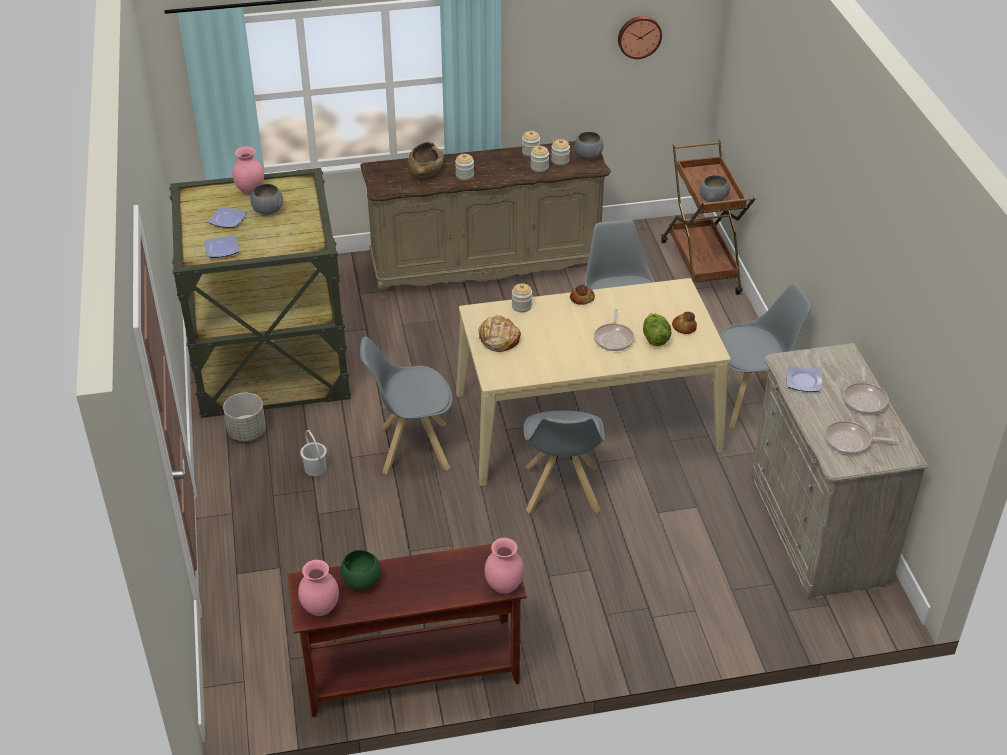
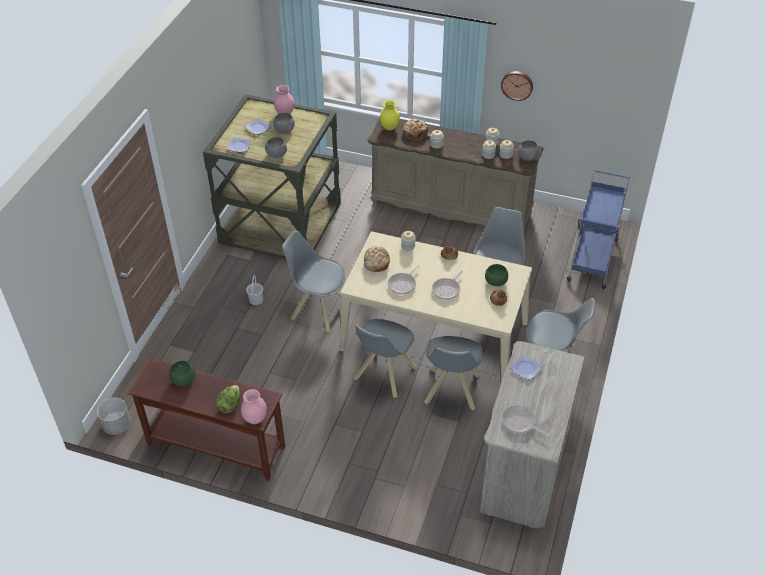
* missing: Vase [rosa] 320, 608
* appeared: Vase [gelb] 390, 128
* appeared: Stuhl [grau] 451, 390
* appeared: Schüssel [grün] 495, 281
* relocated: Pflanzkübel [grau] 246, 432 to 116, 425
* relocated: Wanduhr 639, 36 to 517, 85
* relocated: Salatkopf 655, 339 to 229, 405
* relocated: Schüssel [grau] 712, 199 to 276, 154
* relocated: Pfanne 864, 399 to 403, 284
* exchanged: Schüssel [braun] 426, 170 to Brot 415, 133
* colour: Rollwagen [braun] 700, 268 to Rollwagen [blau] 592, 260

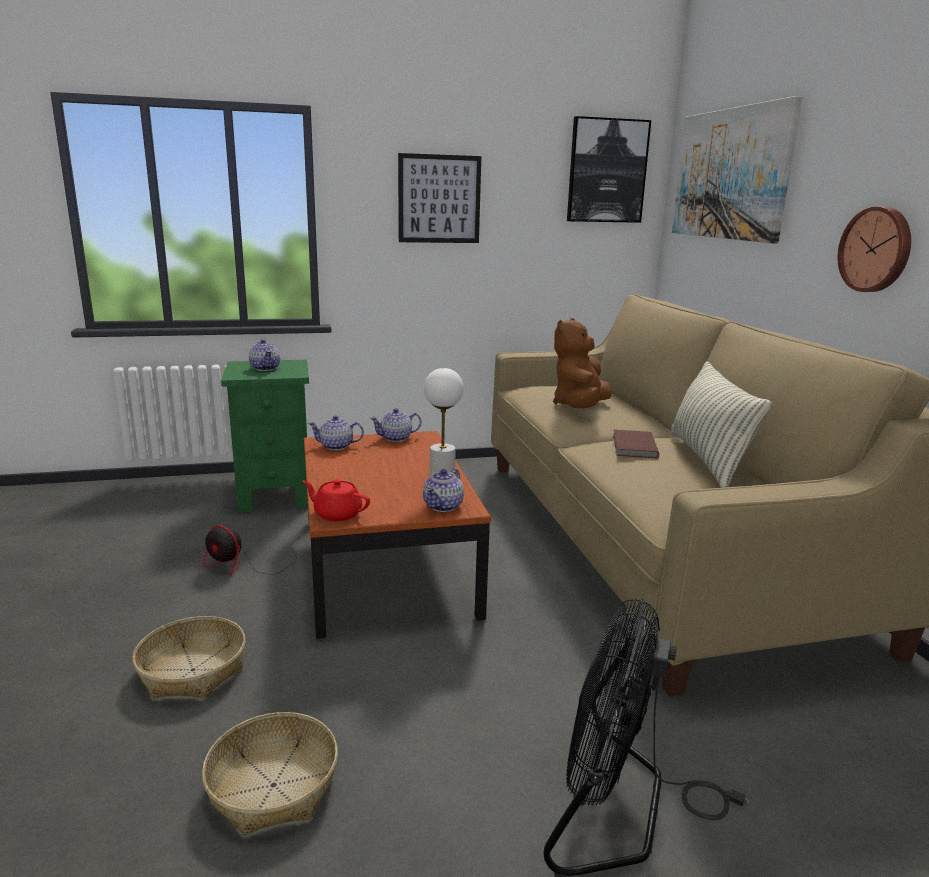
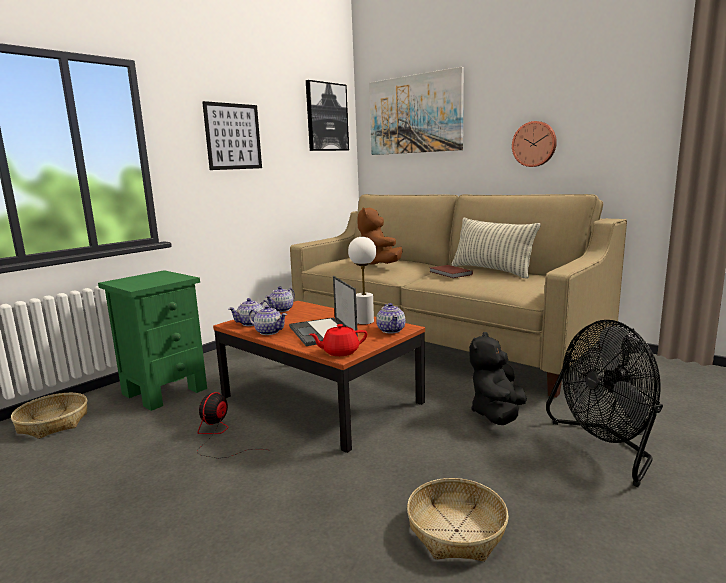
* appeared: Laptop 323, 332
* appeared: Plüschtier [schwarz] 497, 414
* relocated: Korb 193, 670 to 53, 423
* relocated: Teekanne 265, 368 to 269, 332
* spun: Ventilator 246, 564 = 219, 436 120 degrees clockwise

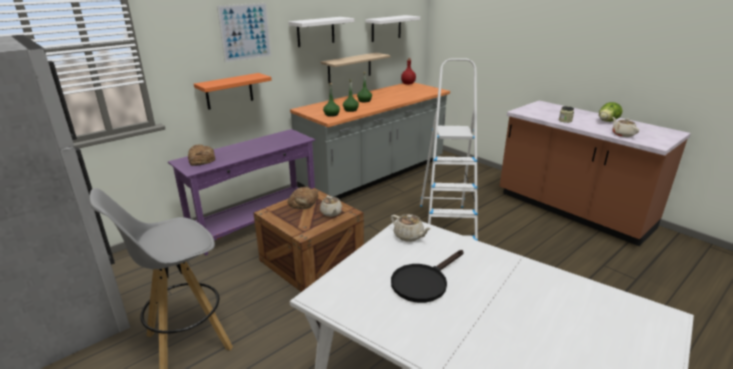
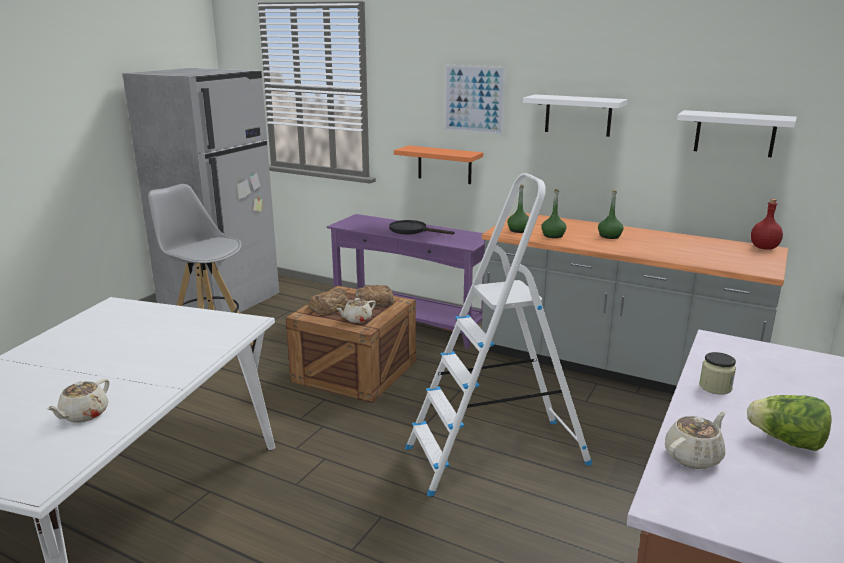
* missing: Wandregal 349, 68
* relocated: Brot 201, 159 to 330, 306
* relocated: Teekanne [beige] 409, 236 to 83, 415
* relocated: Pfanne [schwarz] 423, 282 to 413, 230

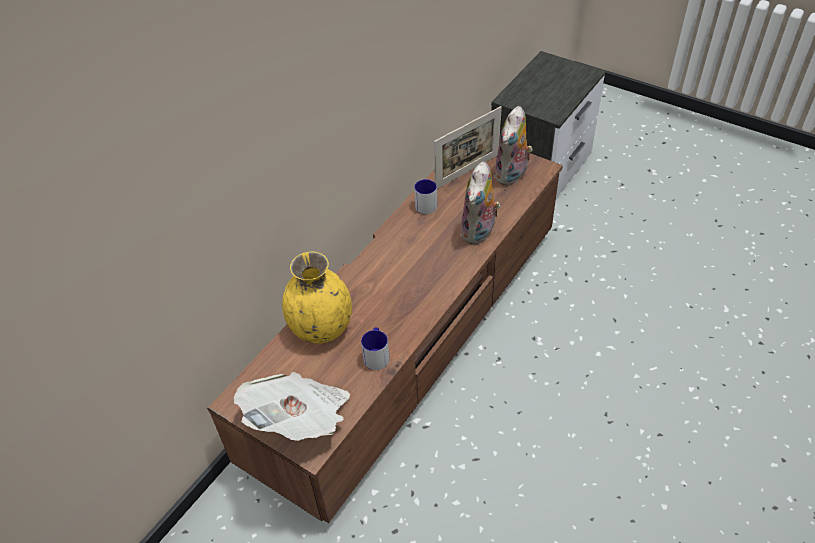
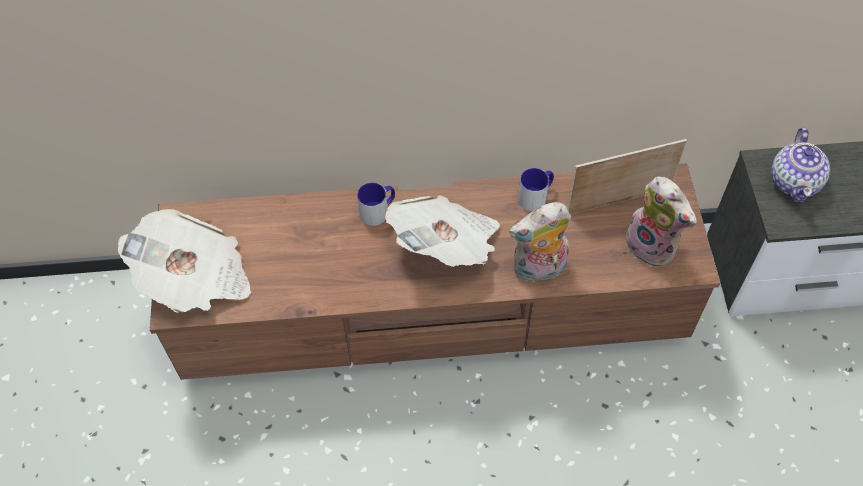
* missing: Vase [gelb] 321, 328
* appeared: Zeitung 447, 245
* appeared: Teekanne 794, 182
* relocated: Henkelbecher 376, 355 to 378, 211
* spun: Bilderrahmen 467, 171 = 618, 201 150 degrees clockwise
* spun: Plüschtier 512, 175 = 653, 245 120 degrees counterclockwise

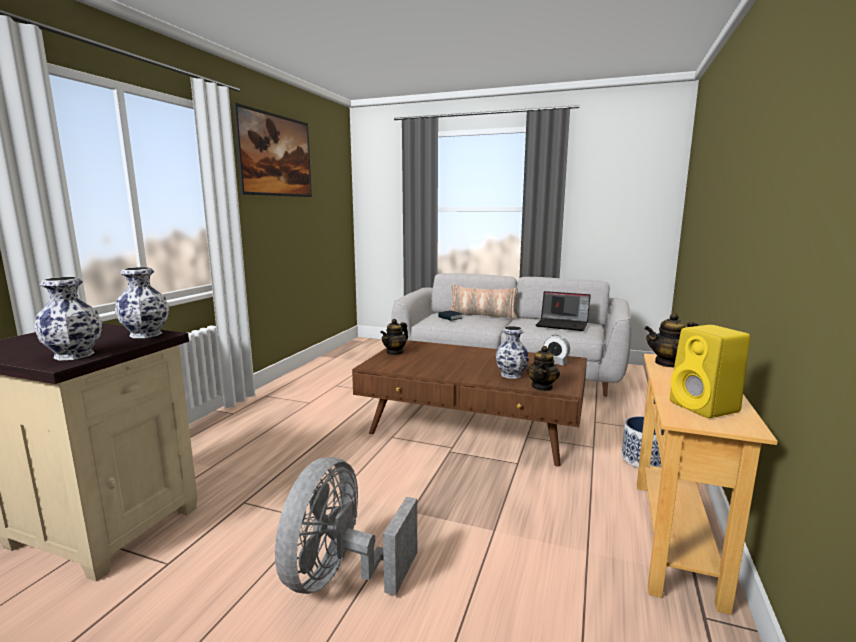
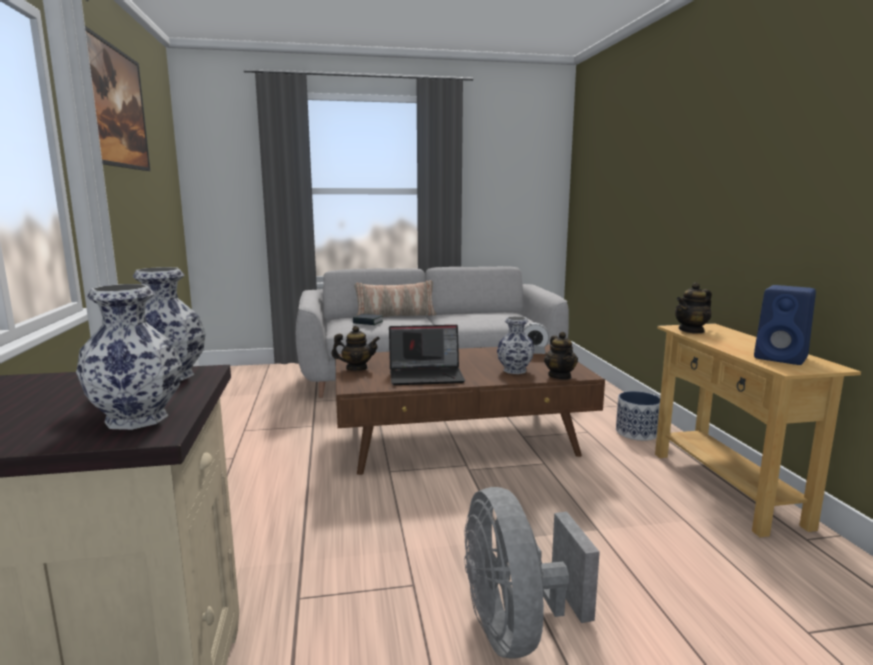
* relocated: Laptop 563, 325 to 427, 375
* colour: Lautsprecher [gelb] 706, 408 to Lautsprecher [blau] 782, 358
* spun: Teekanne 395, 352 = 356, 368 105 degrees counterclockwise

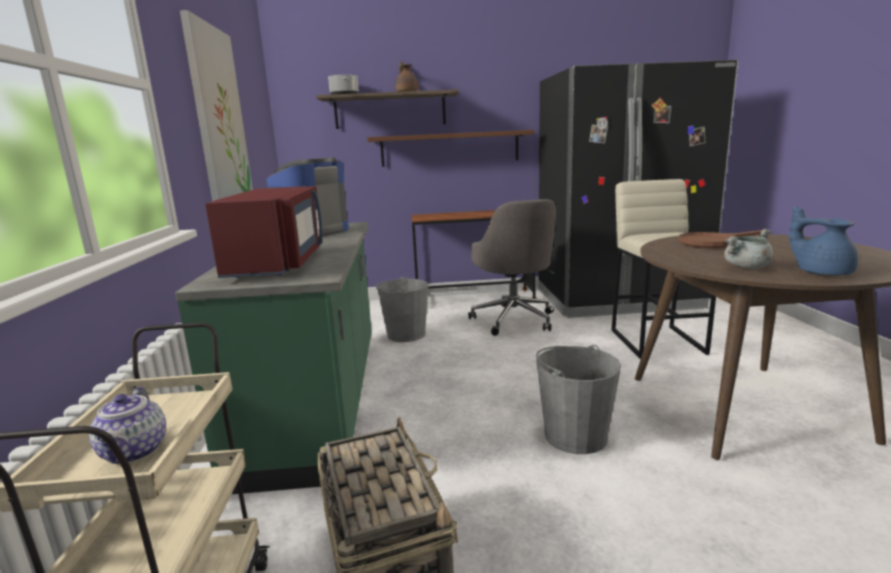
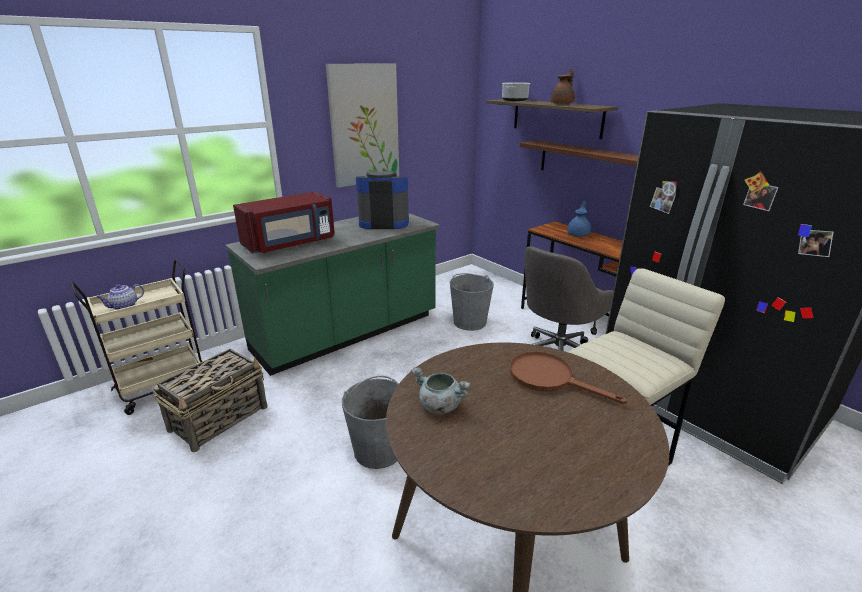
* relocated: Teekanne [blau] 821, 272 to 578, 234

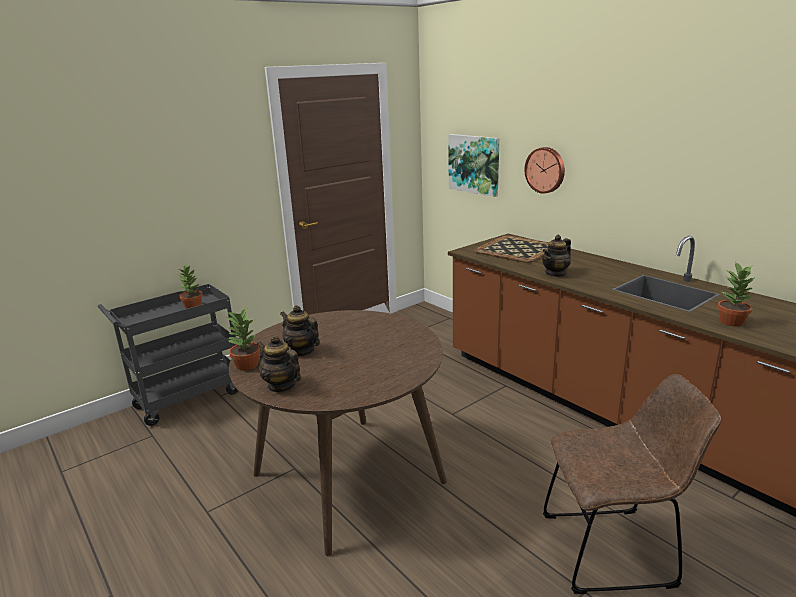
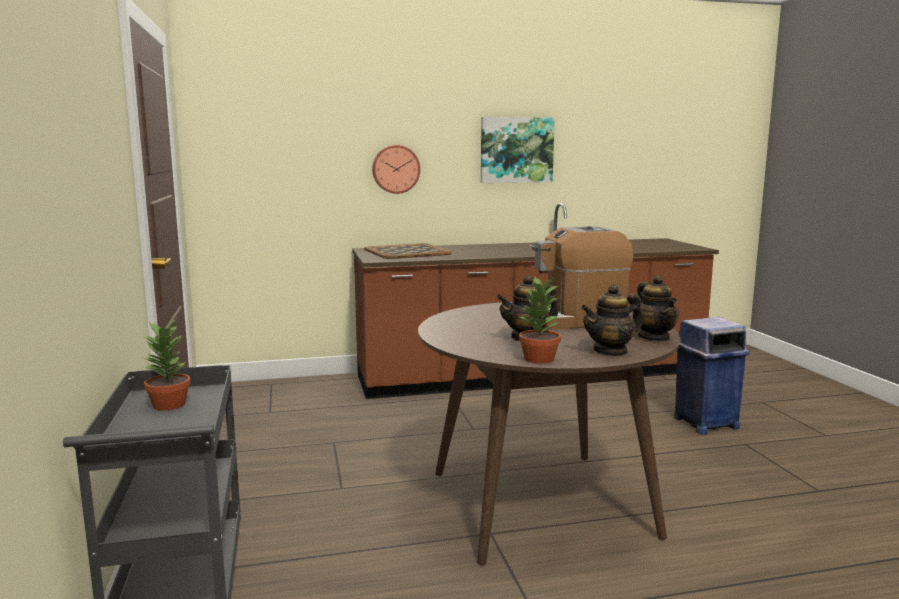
* missing: Topfpflanze 731, 321
* appeared: Kaffeemaschine 569, 320
* relocated: Bild 474, 164 to 516, 150
* relocated: Teekanne 555, 273 to 654, 337
* exchanged: Stuhl [braun] 614, 549 to Mülleimer [blau] 704, 423

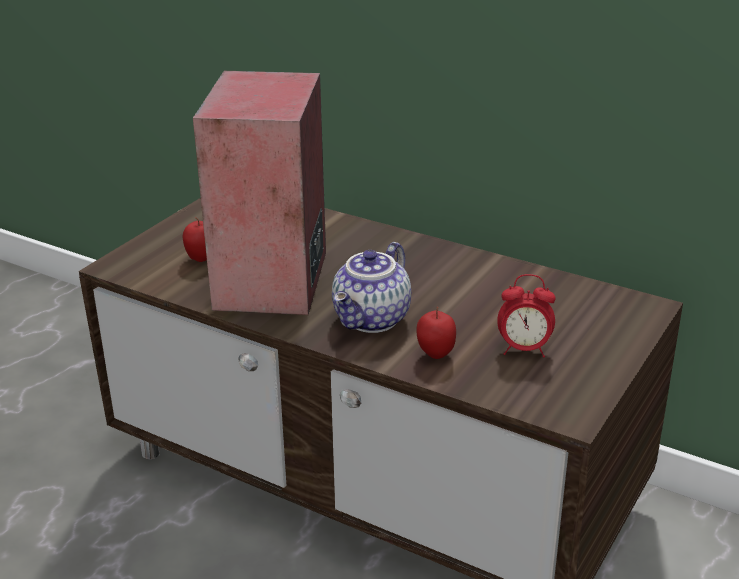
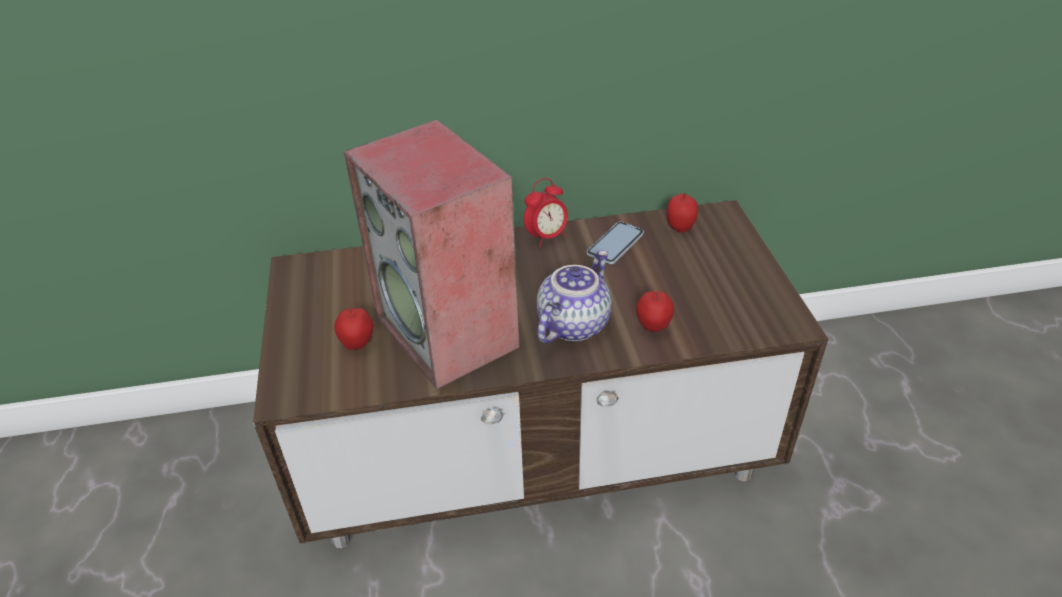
* appeared: Handy 615, 244
* appeared: Apfel 680, 228
* relocated: Wecker 524, 350 to 546, 237
* spun: Teekanne 373, 320 = 572, 324 135 degrees counterclockwise

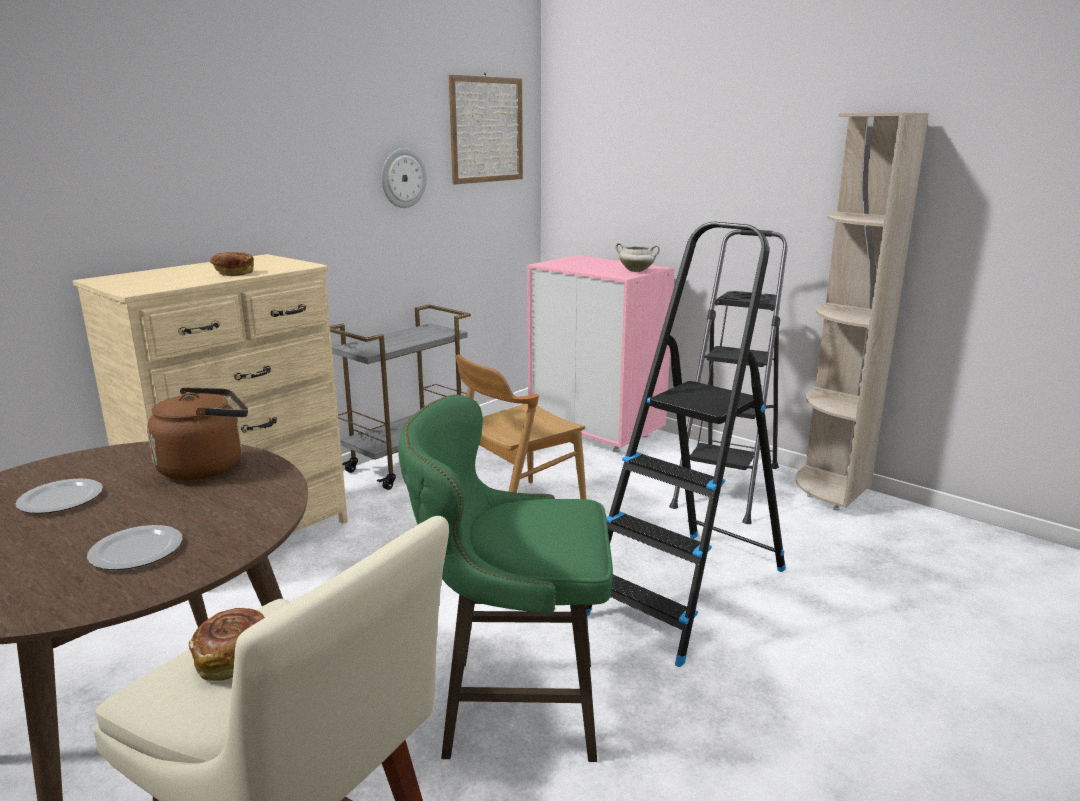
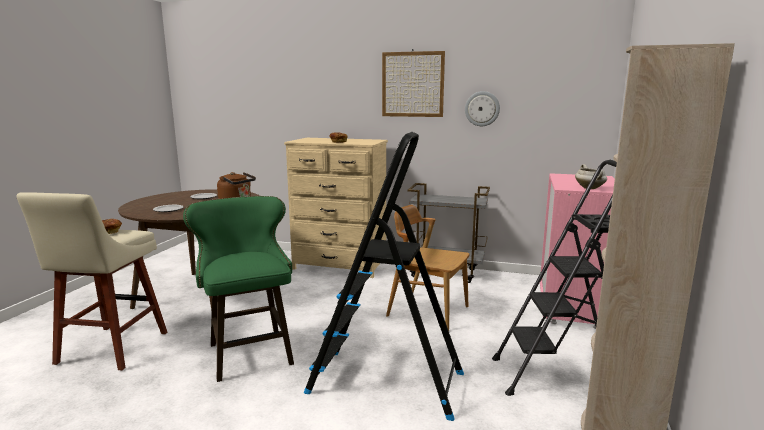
* relocated: Bild 486, 128 to 412, 83

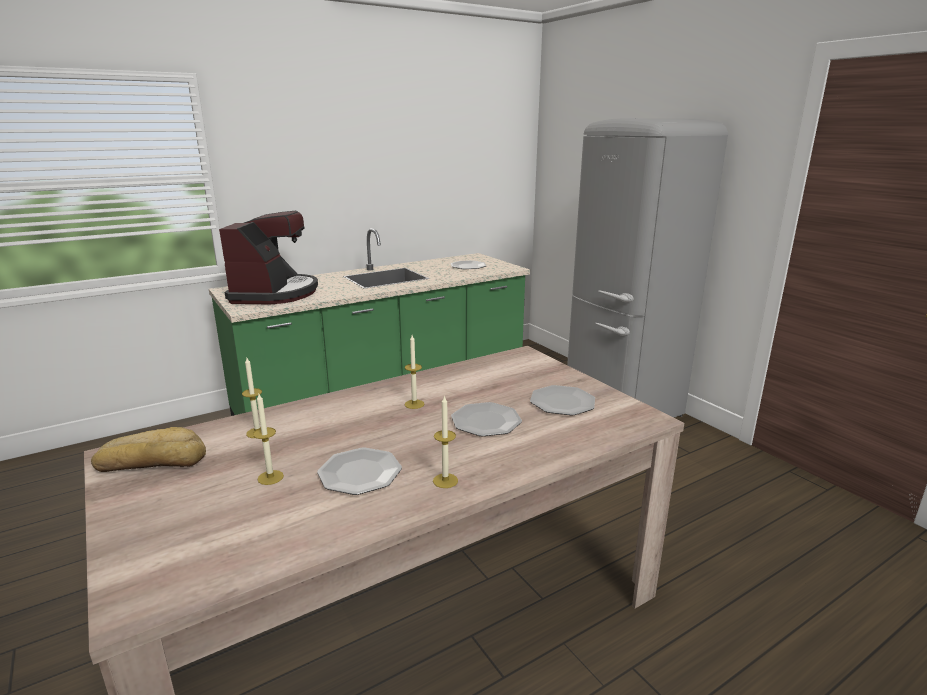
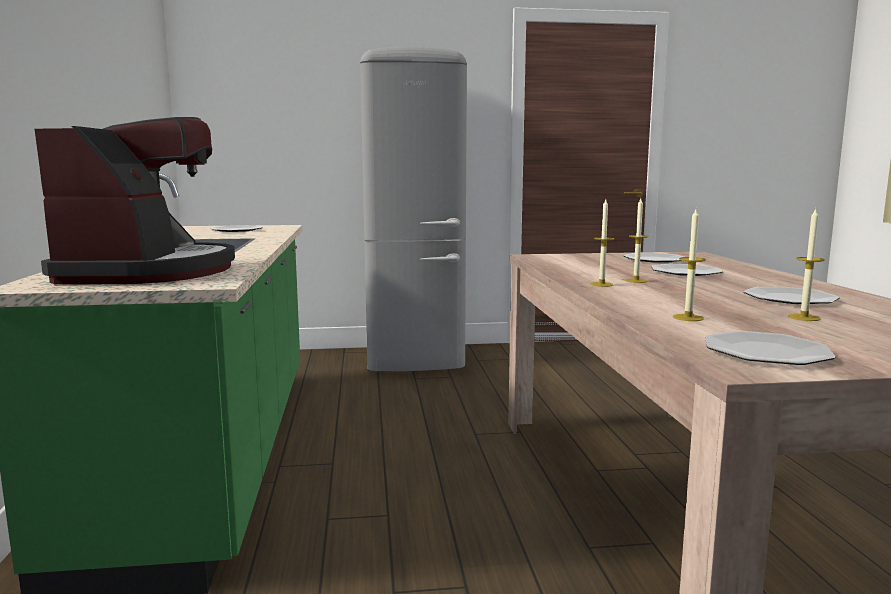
* relocated: Kerze 445, 480 to 601, 284
* exchanged: Brot 152, 461 to Teller 766, 352
* spun: Kaffeemaschine 275, 293 = 150, 272 60 degrees clockwise

